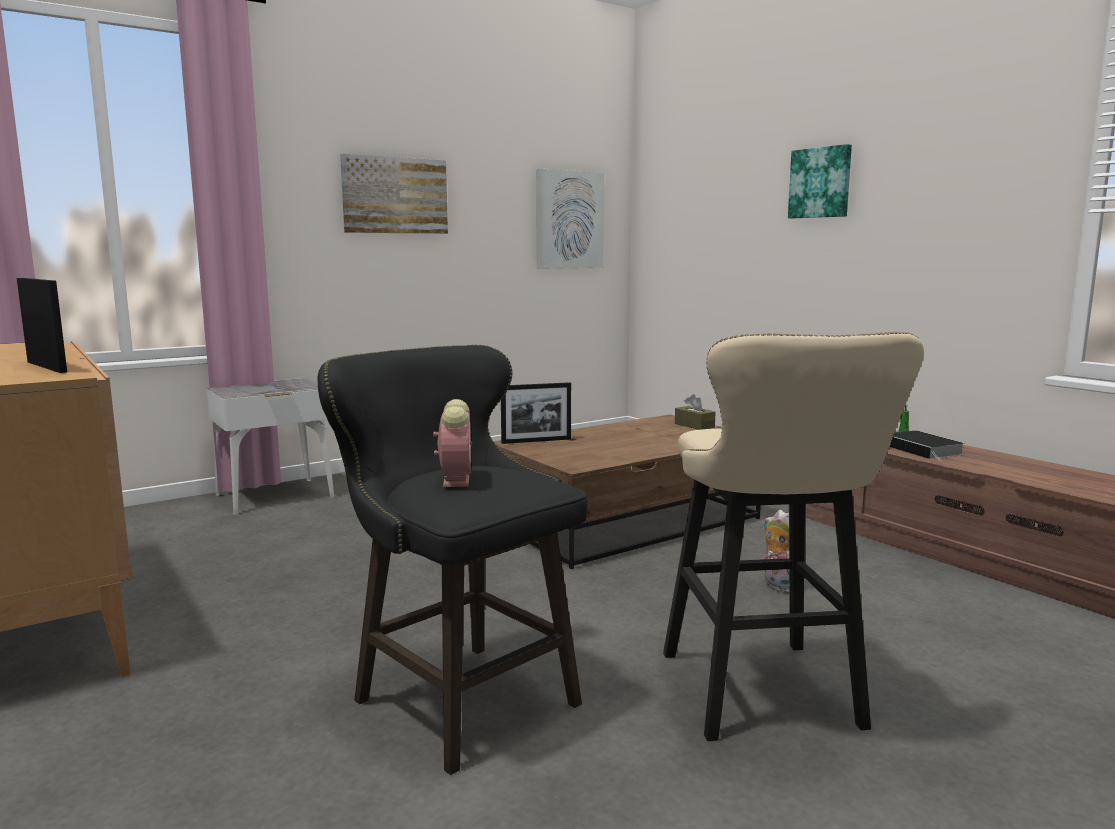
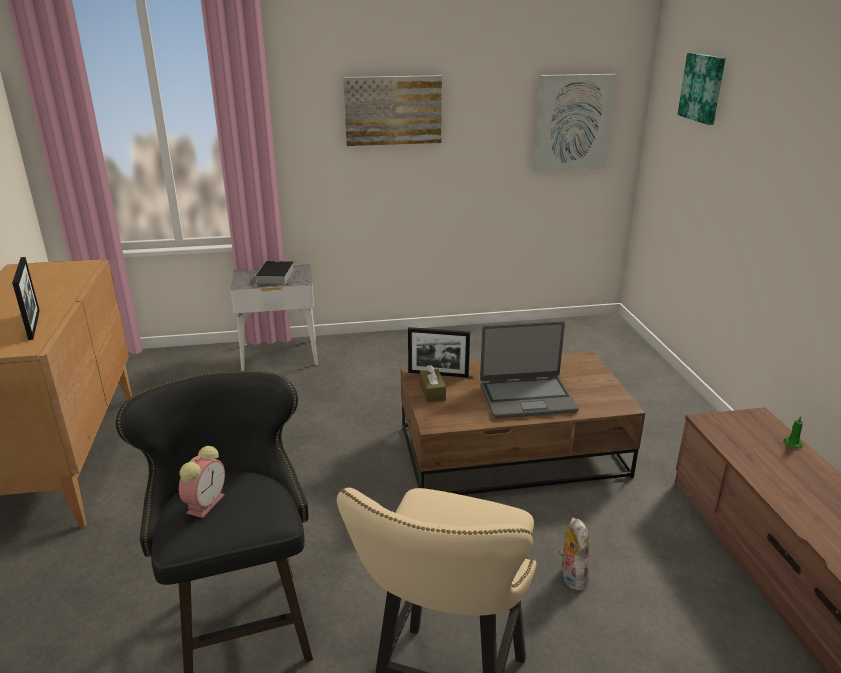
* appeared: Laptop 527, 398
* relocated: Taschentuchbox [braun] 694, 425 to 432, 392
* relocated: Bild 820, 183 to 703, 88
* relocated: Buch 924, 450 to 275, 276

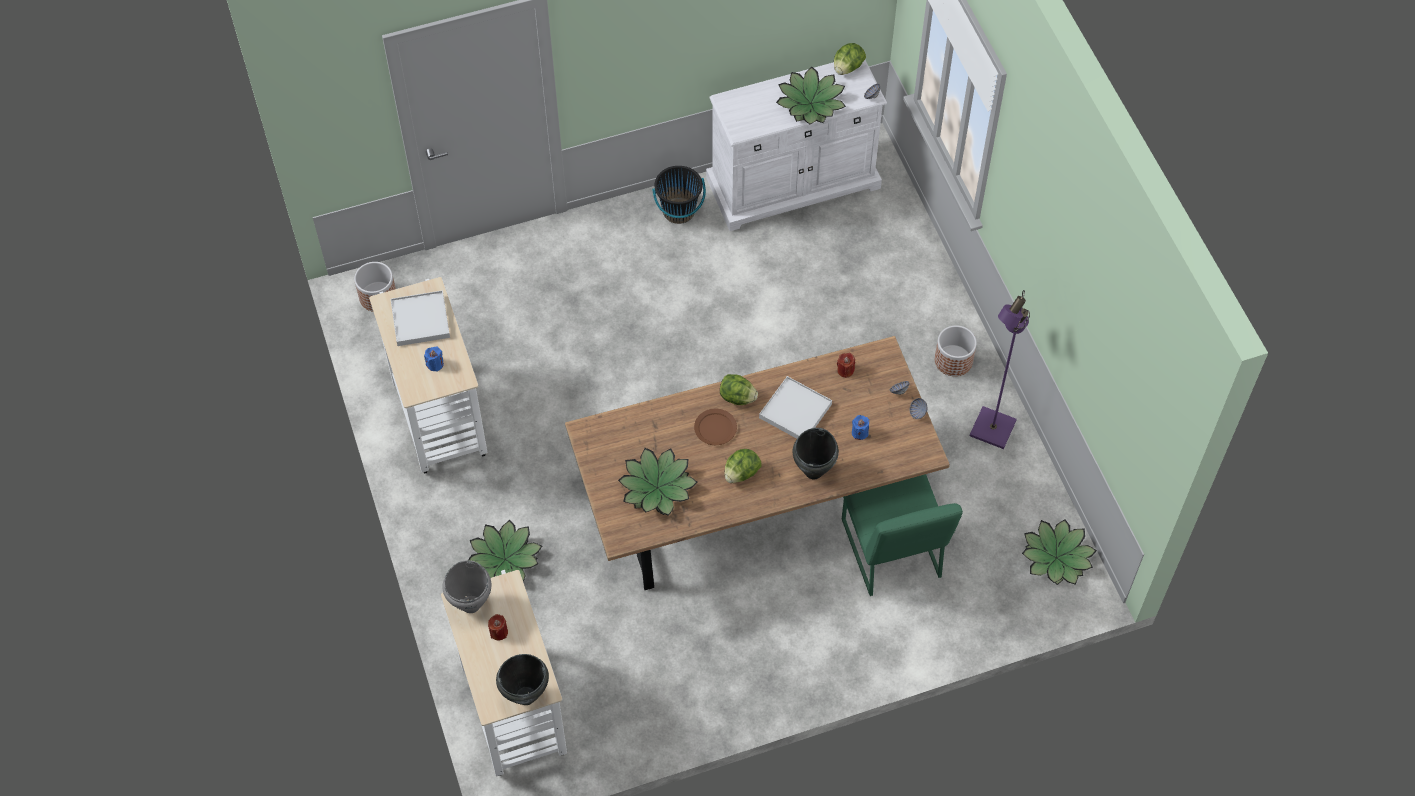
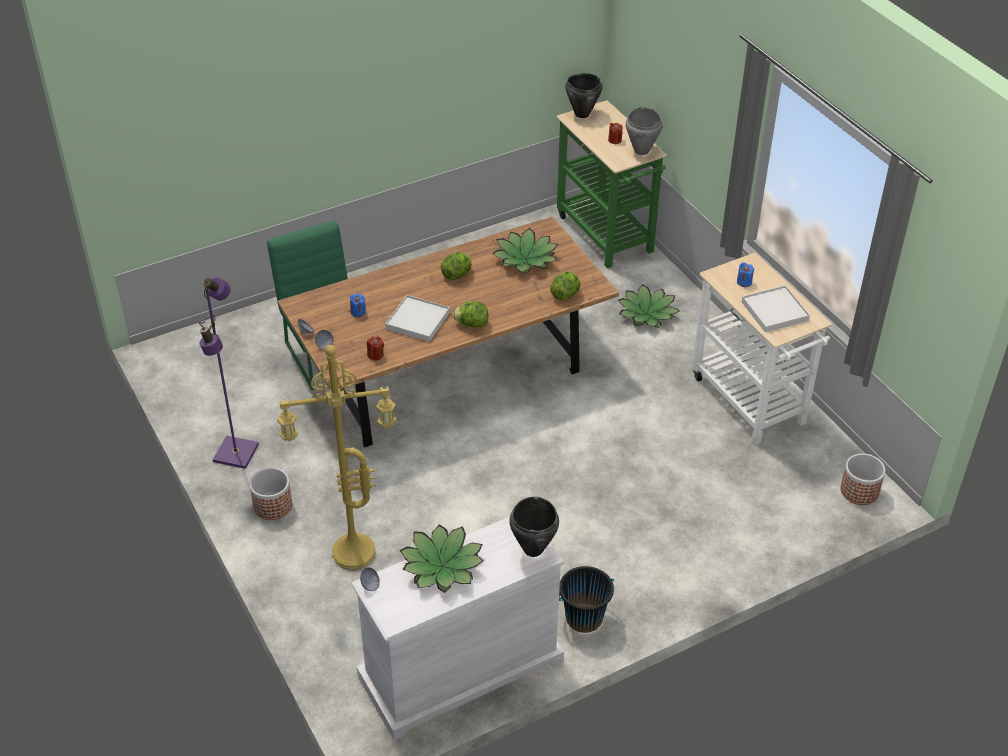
* missing: Teller [braun] 715, 428
* missing: Topfpflanze 1056, 557
* appeared: Stehlampe [gelb] 352, 555
* relocated: Kochtopf [schwarz] 814, 471 to 533, 549
* relocated: Salatkopf 847, 68 to 565, 295
* colour: Rollwagen [weiß] 512, 708 to Rollwagen [grün] 605, 234

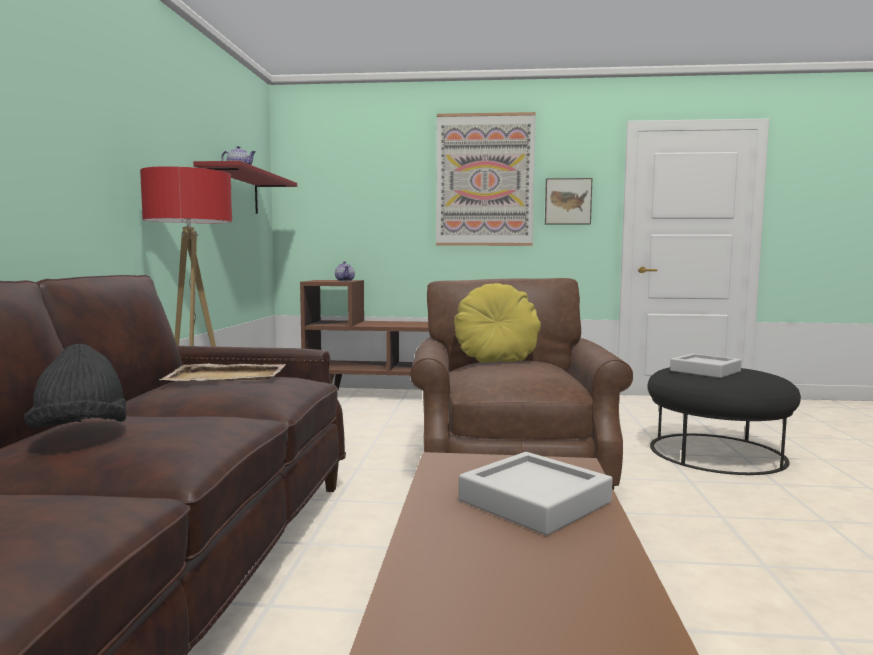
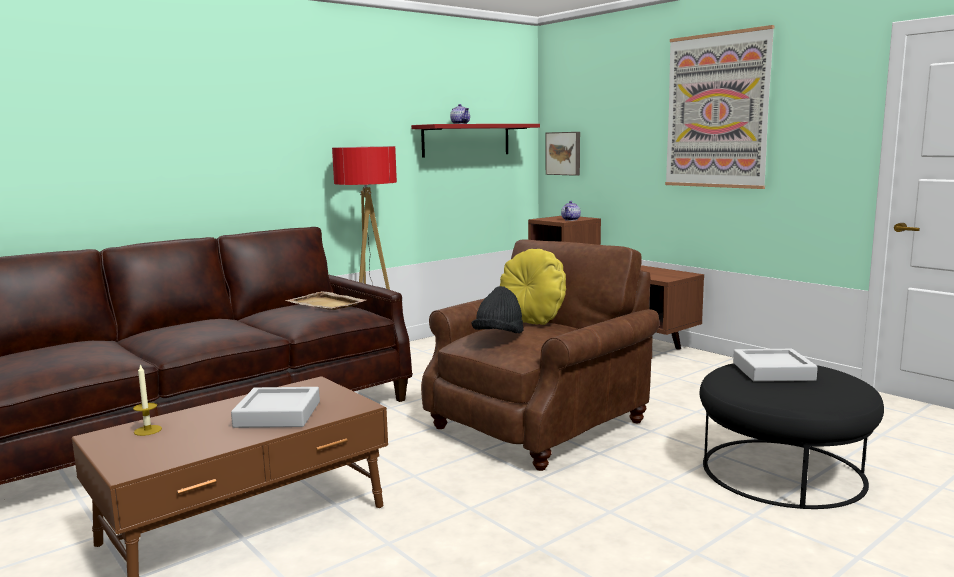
* appeared: Kerze 148, 430
* relocated: Hut [schwarz] 81, 433 to 498, 336
* relocated: Bild 567, 201 to 564, 153

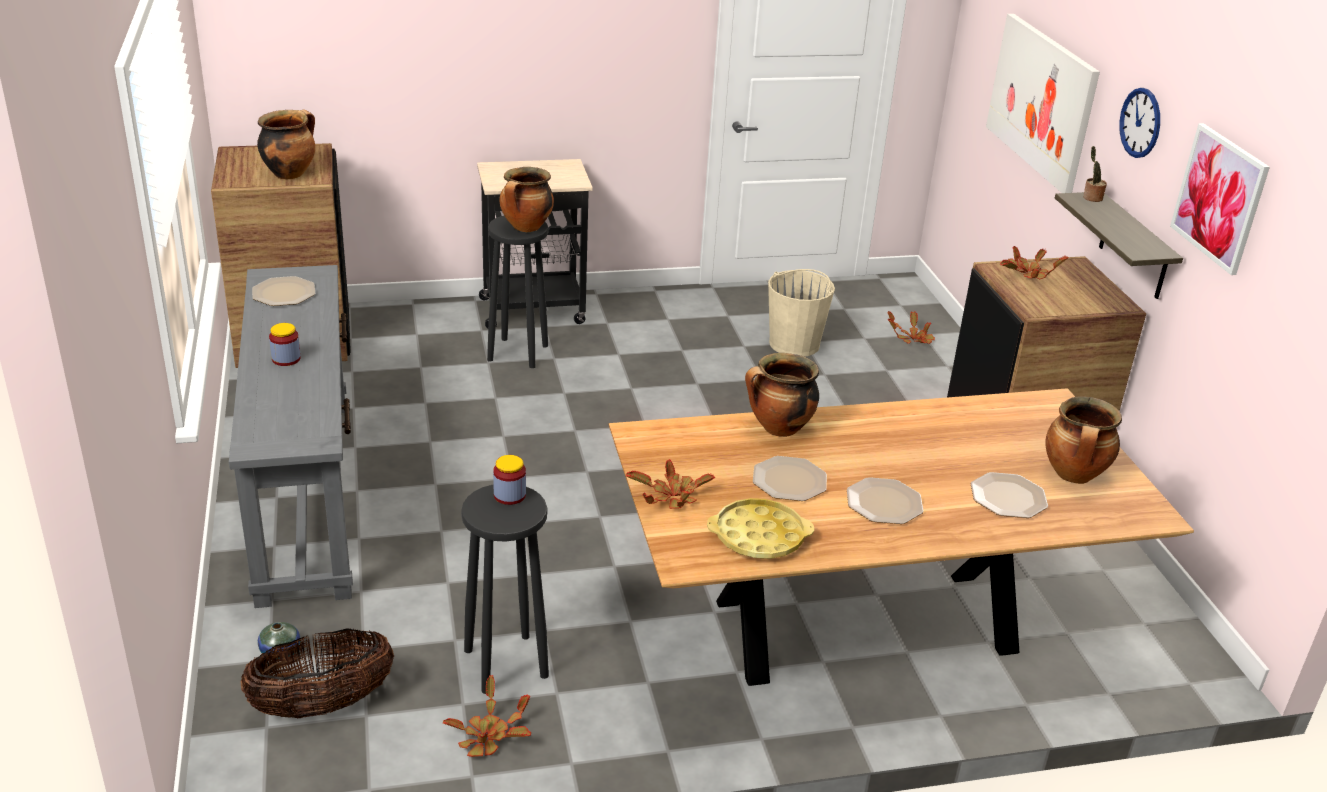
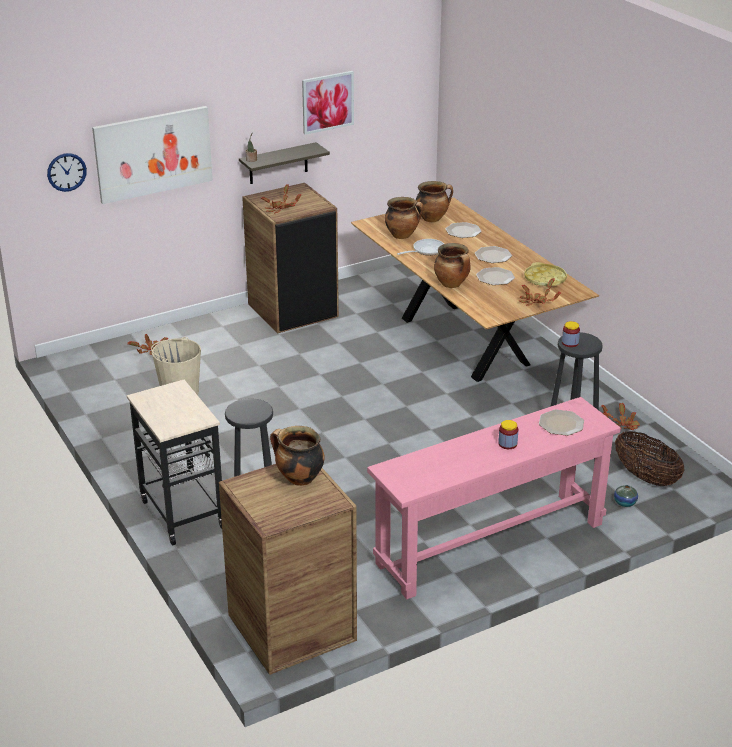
* appeared: Pfanne 426, 251
* relocated: Teller 284, 293 to 561, 423
* relocated: Kochtopf 526, 228 to 402, 235
* relocated: Wanduhr 1140, 123 to 66, 172
* colour: Konsolentisch [grau] 305, 495 to Konsolentisch [rosa] 490, 543

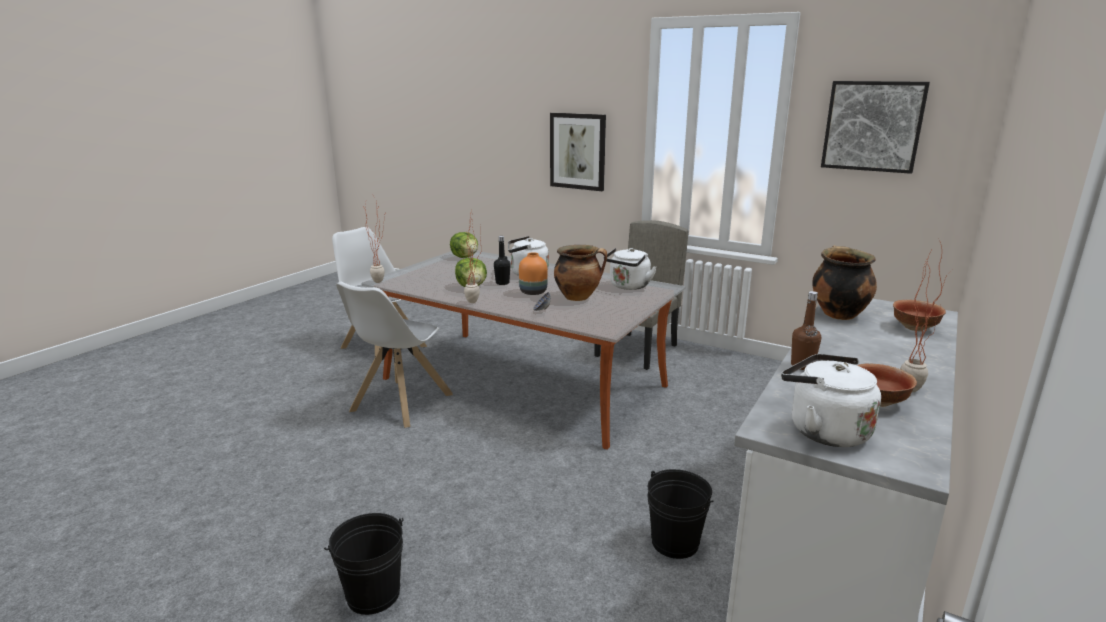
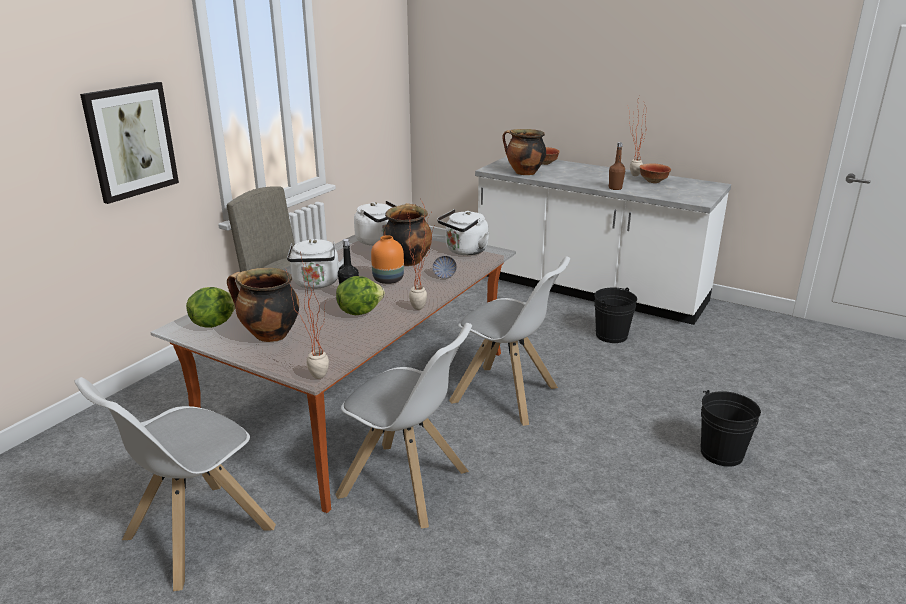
* missing: Bild 872, 126
* appeared: Kochtopf 269, 335
* appeared: Stuhl 507, 396
* relocated: Wasserkessel [weiß] 823, 430 to 464, 251

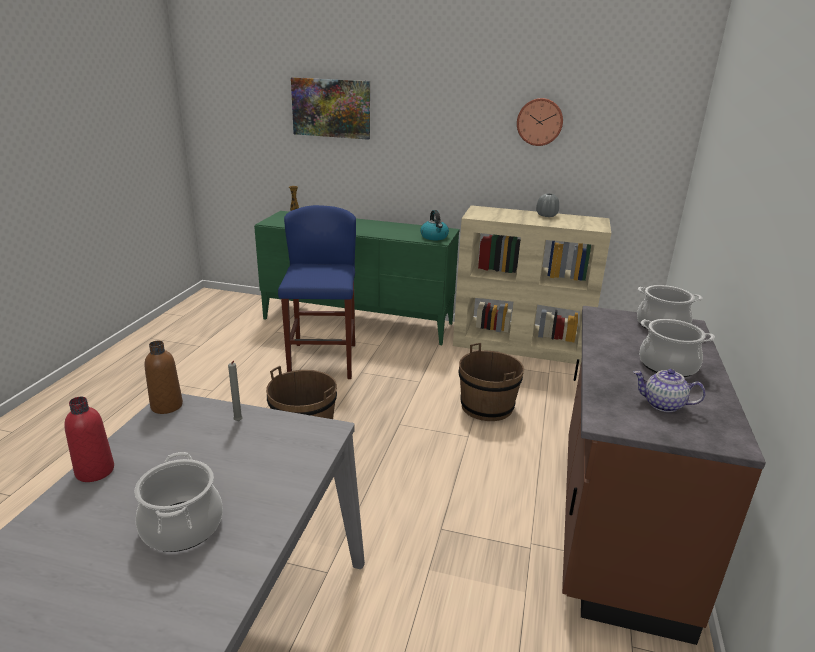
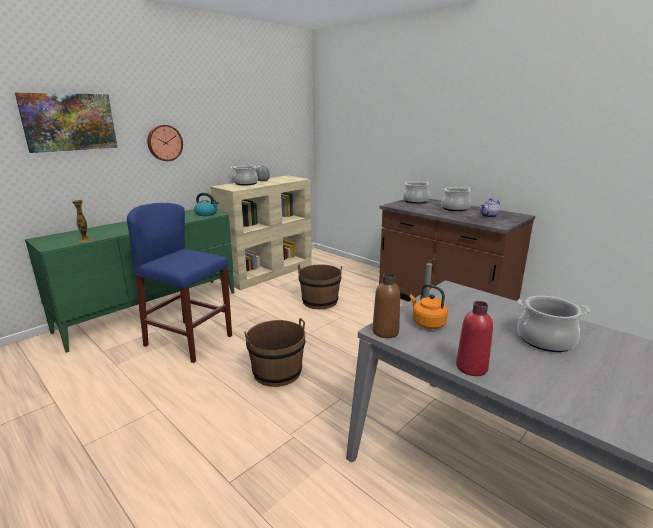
* appeared: Kochtopf 246, 183
* appeared: Wasserkessel [orange] 427, 323
* relocated: Wanduhr 539, 121 to 164, 143

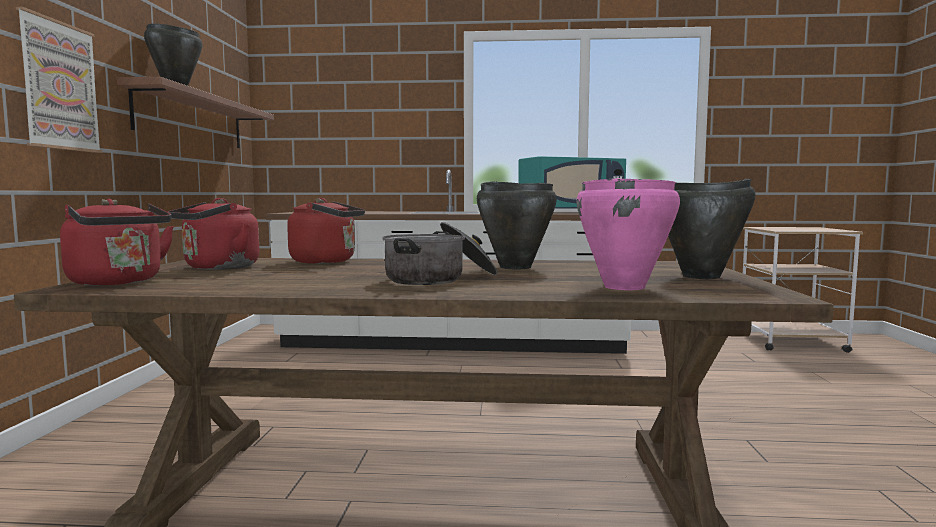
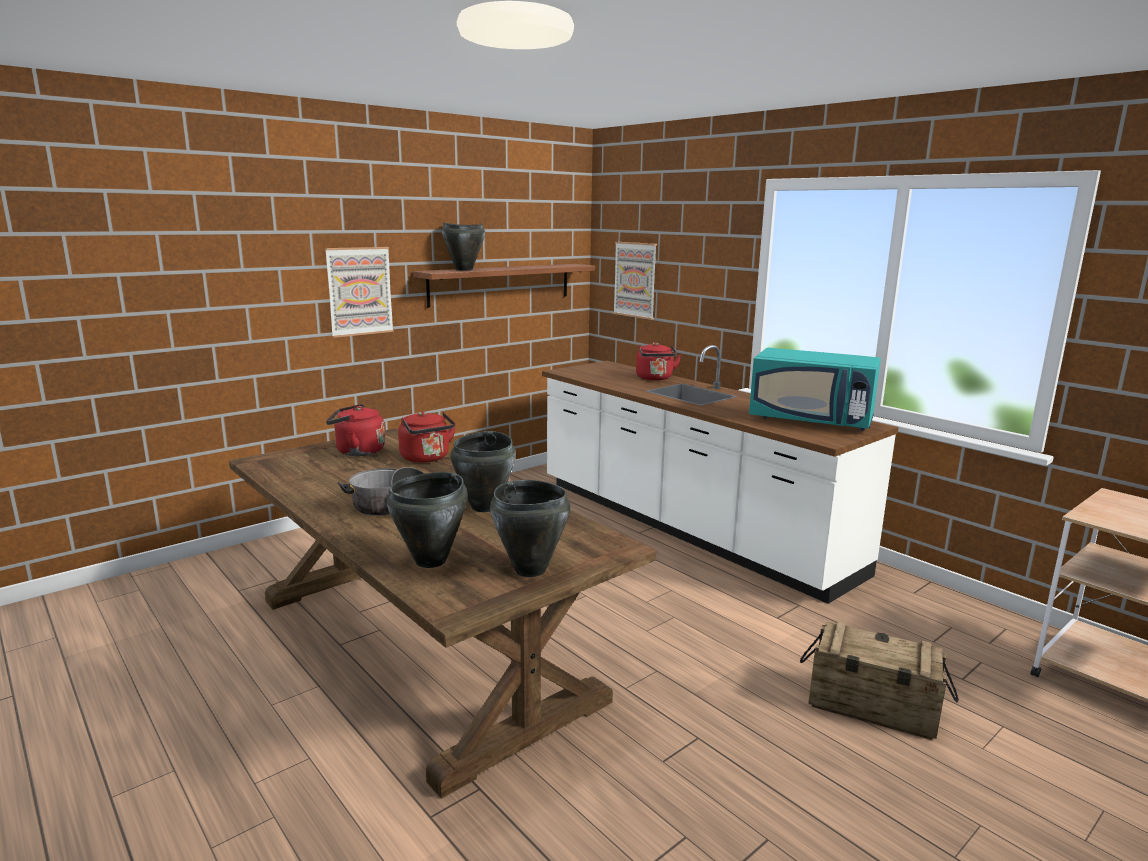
* appeared: Bild 635, 279
* appeared: Kiste 871, 707
* relocated: Wasserkessel [rot] 119, 282 to 655, 378
* colour: Kochtopf [rosa] 625, 287 to Kochtopf [schwarz] 431, 561

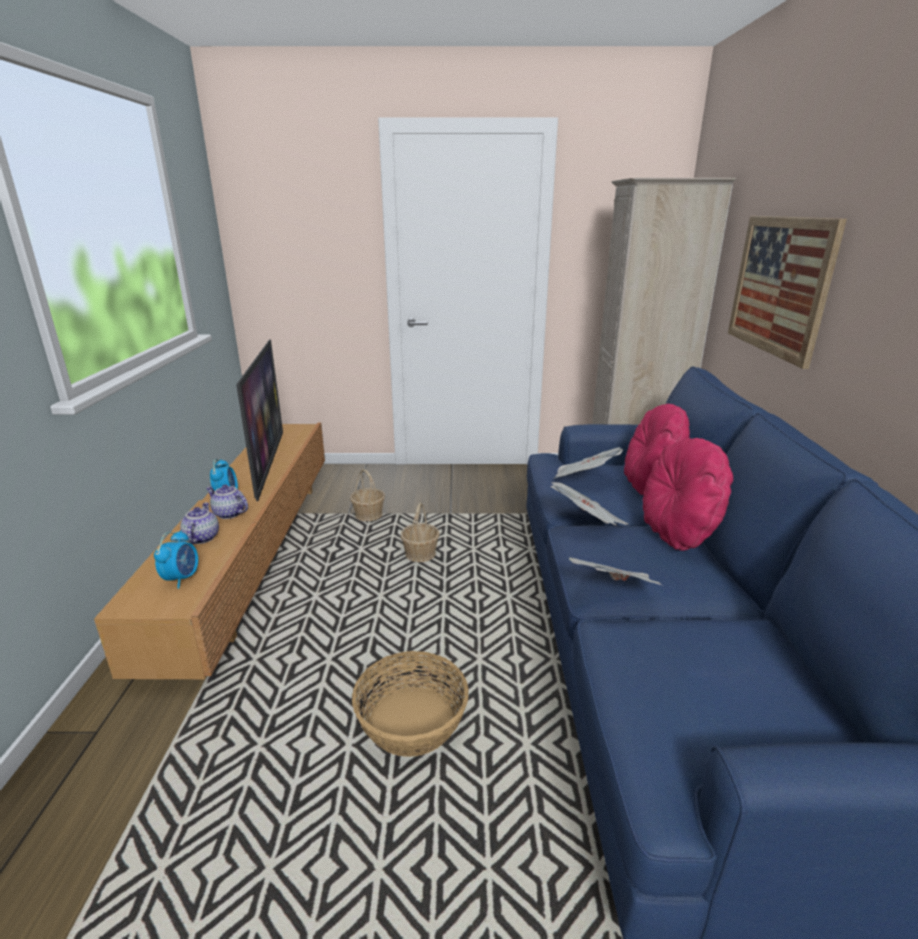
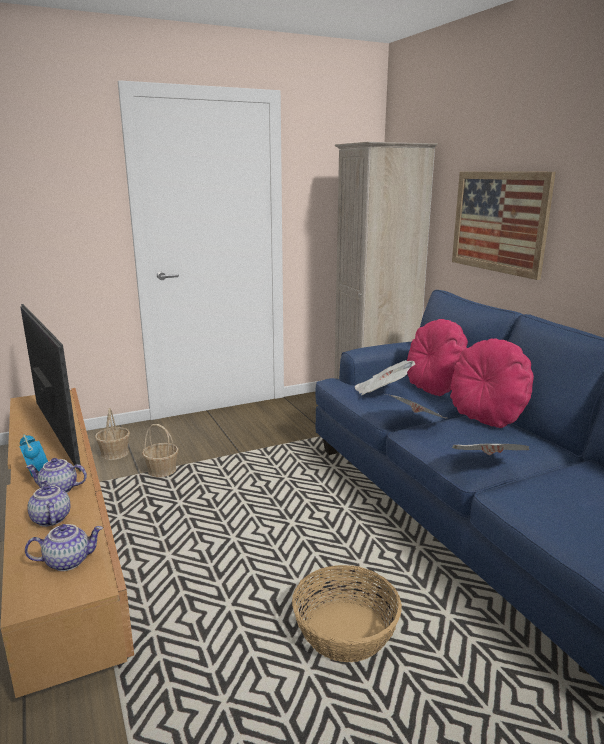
* relocated: Korb 420, 554 to 115, 453
* exchanged: Wecker 182, 578 to Teekanne 68, 561

